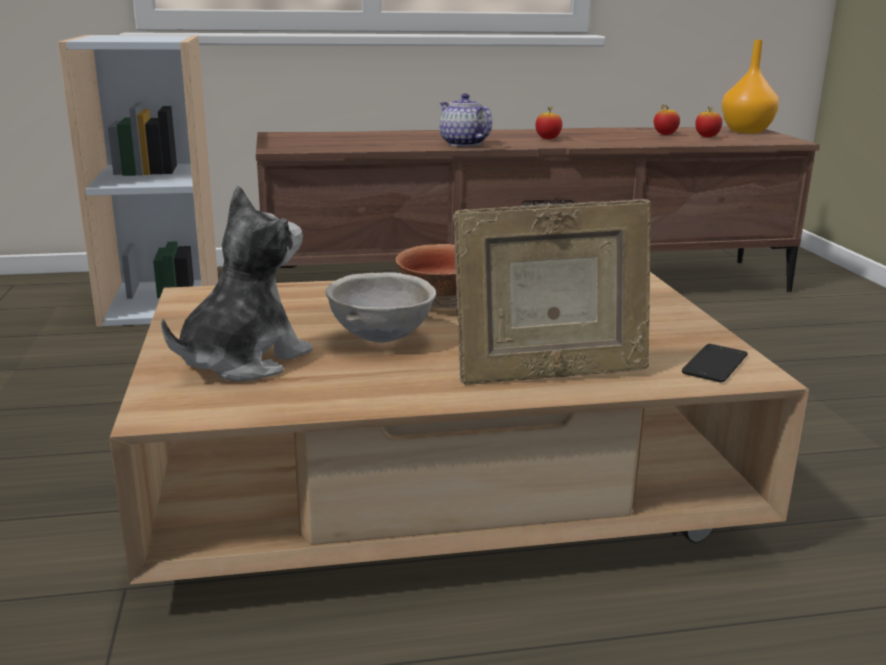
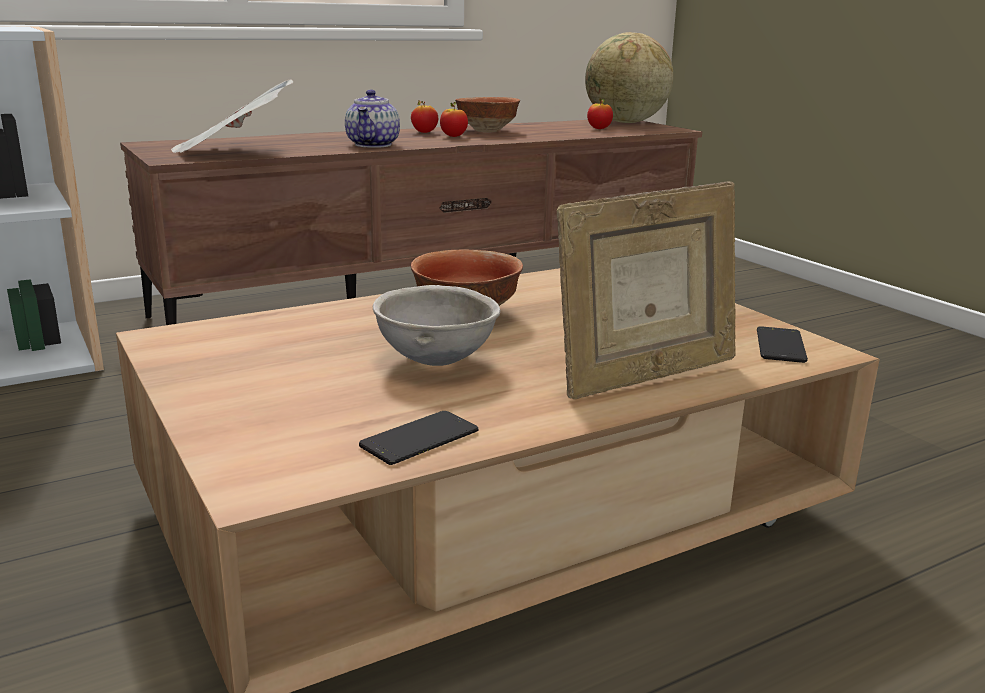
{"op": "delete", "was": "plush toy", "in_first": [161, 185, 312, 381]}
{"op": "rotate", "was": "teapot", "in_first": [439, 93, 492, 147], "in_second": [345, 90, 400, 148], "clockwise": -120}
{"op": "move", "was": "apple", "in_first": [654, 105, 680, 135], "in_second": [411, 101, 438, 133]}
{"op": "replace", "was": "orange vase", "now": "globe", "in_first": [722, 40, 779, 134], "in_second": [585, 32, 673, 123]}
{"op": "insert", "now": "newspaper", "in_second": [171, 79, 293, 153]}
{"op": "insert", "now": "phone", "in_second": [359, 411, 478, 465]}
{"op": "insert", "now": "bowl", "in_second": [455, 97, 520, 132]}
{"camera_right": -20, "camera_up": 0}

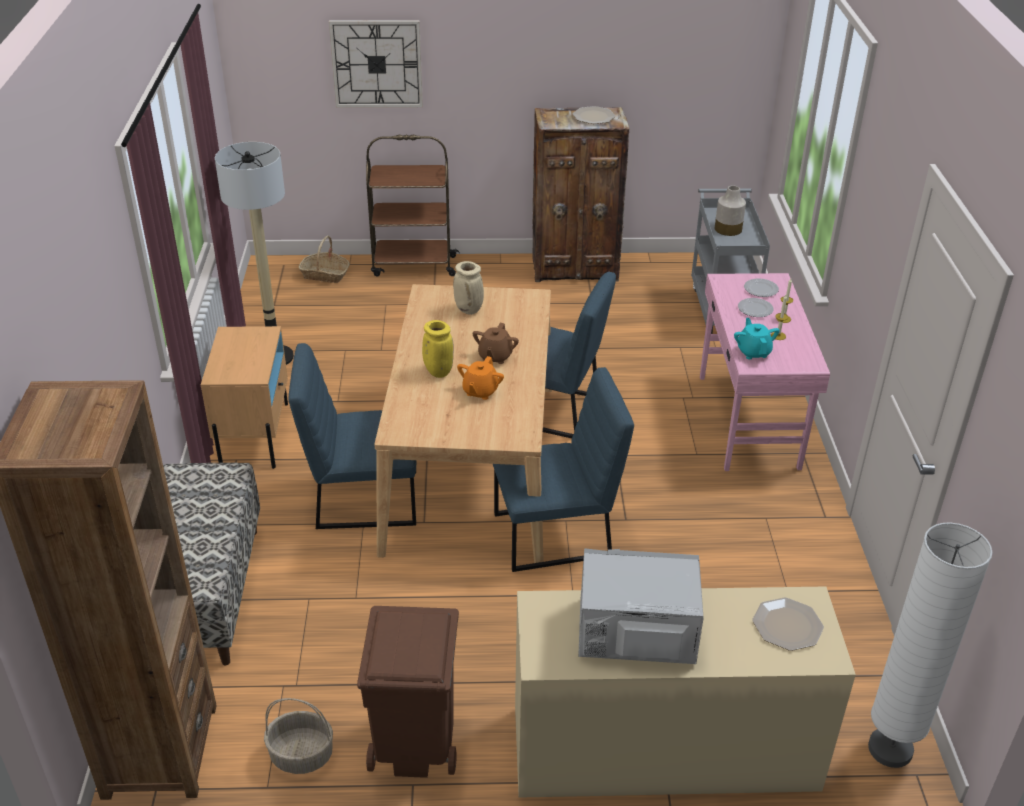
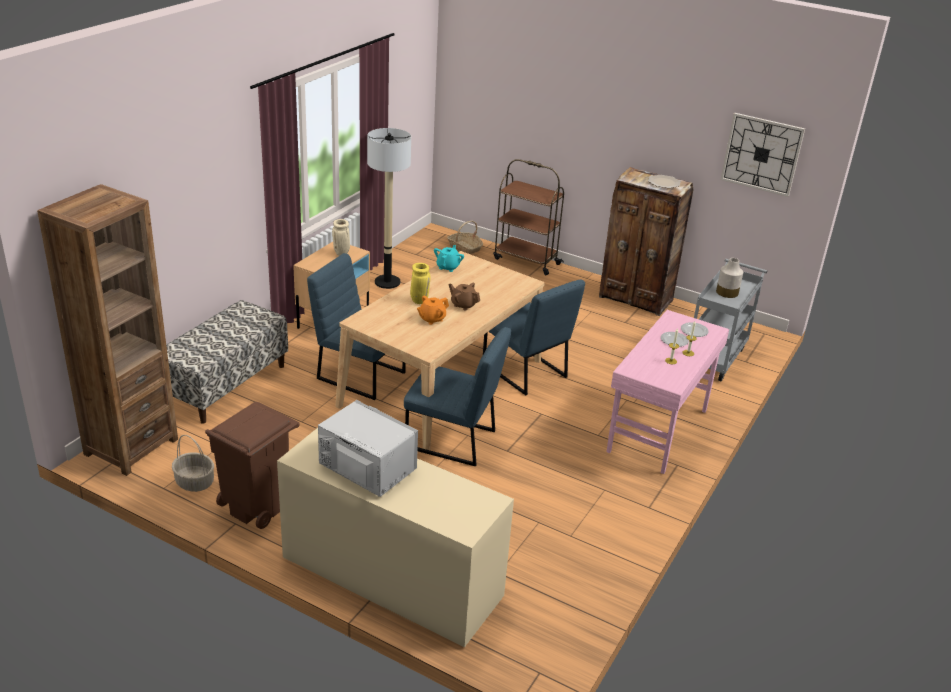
{"op": "move", "was": "wall clock", "in_first": [329, 20, 423, 108], "in_second": [720, 113, 805, 197]}
{"op": "move", "was": "beige vase", "in_first": [453, 261, 484, 315], "in_second": [332, 219, 350, 256]}
{"op": "rotate", "was": "brown teapot", "in_first": [472, 323, 519, 364], "in_second": [448, 283, 480, 310], "clockwise": 75}
{"op": "move", "was": "turquoise teapot", "in_first": [734, 318, 780, 359], "in_second": [434, 245, 464, 272]}
{"op": "delete", "was": "plate", "in_first": [752, 598, 824, 651]}
{"op": "delete", "was": "white floor lamp", "in_first": [868, 522, 993, 768]}
{"camera_right": 30, "camera_up": -5}

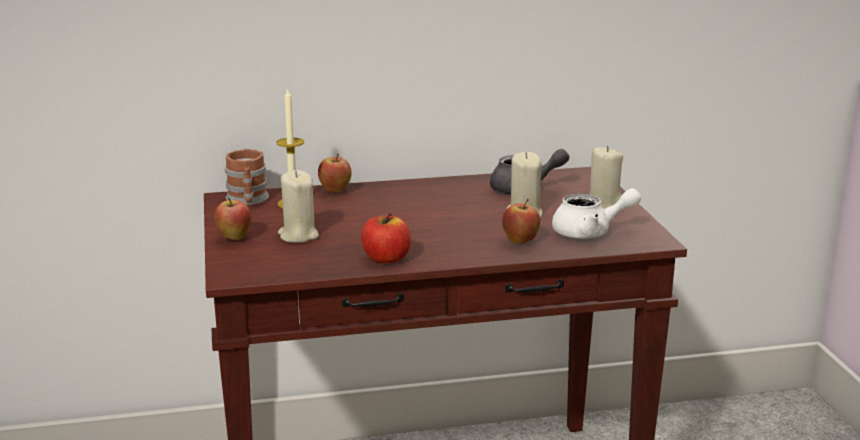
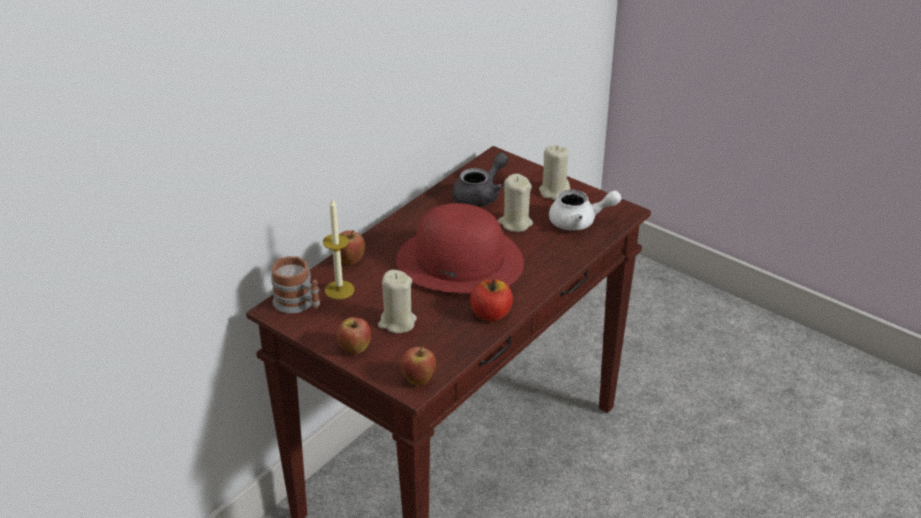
{"op": "move", "was": "apple", "in_first": [502, 199, 540, 244], "in_second": [401, 345, 436, 385]}
{"op": "rotate", "was": "white teapot", "in_first": [552, 188, 641, 239], "in_second": [549, 190, 621, 231], "clockwise": 45}
{"op": "insert", "now": "red hat", "in_second": [396, 203, 524, 294]}
{"camera_right": -40, "camera_up": 15}

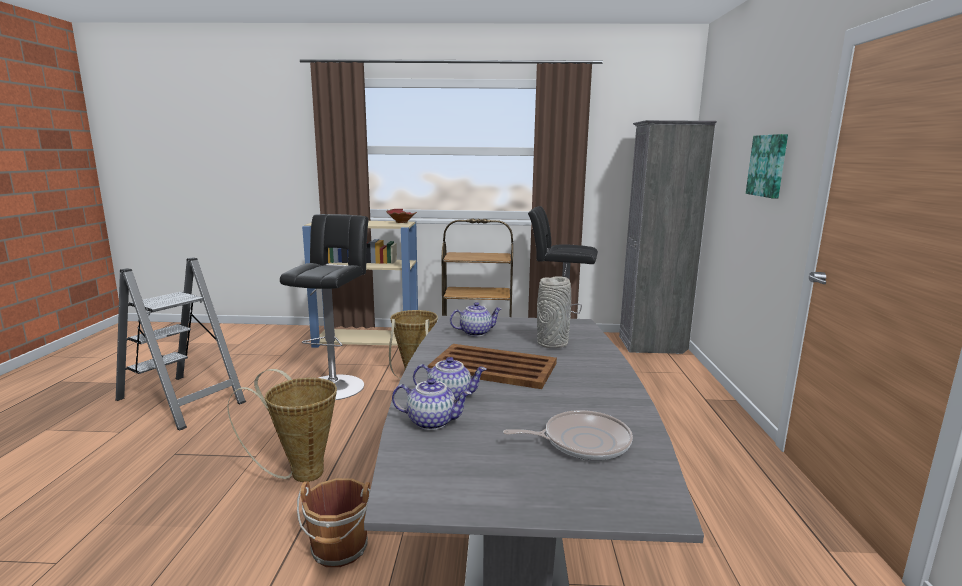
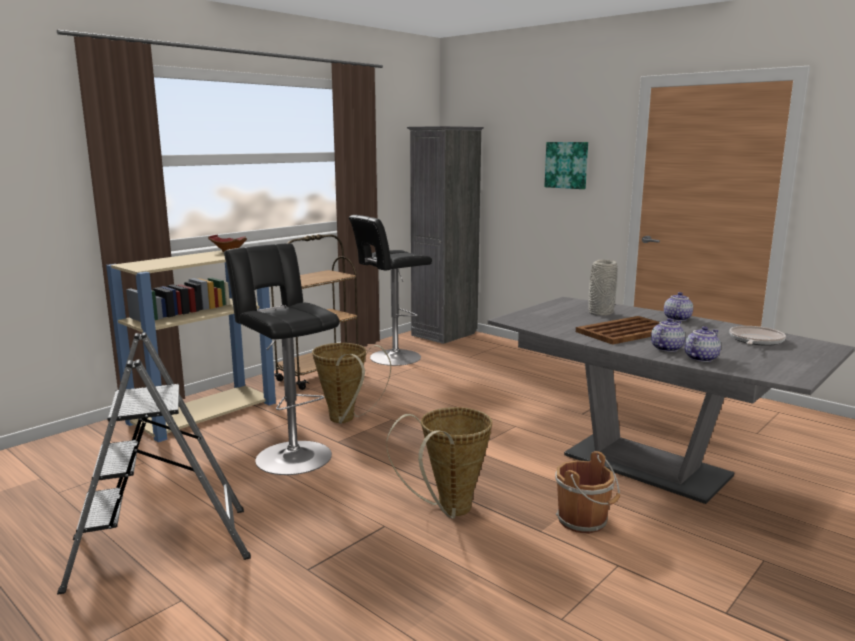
{"op": "move", "was": "teapot", "in_first": [450, 302, 502, 337], "in_second": [664, 292, 693, 321]}
{"camera_right": -50, "camera_up": 0}

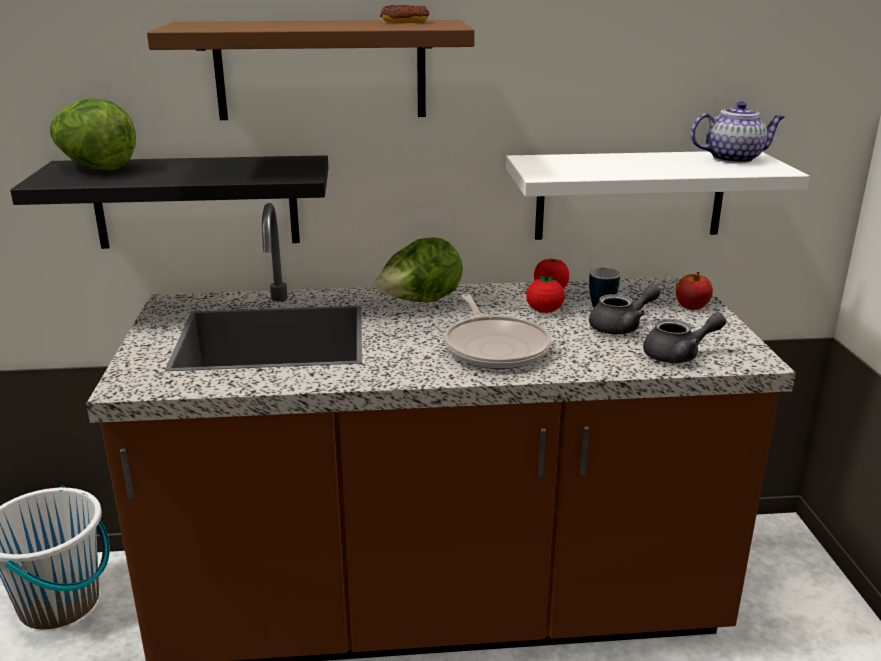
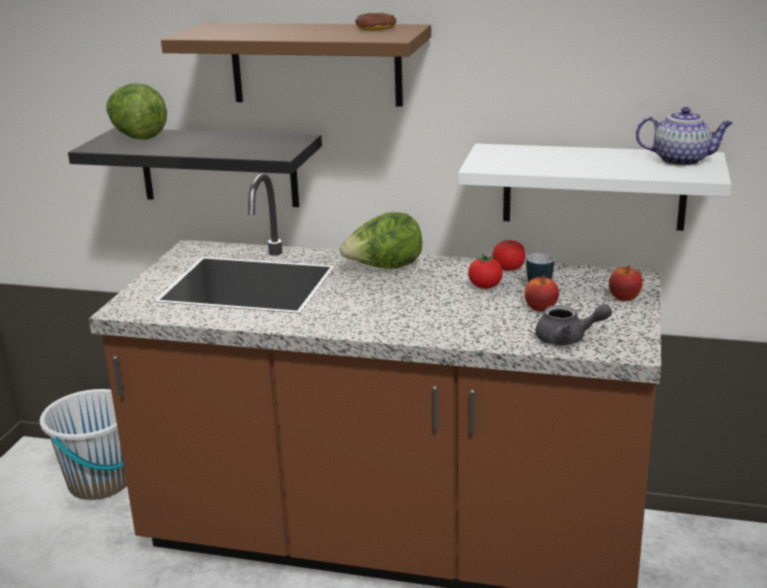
{"op": "delete", "was": "frying pan", "in_first": [444, 294, 551, 369]}
{"op": "replace", "was": "grey teapot", "now": "apple", "in_first": [589, 284, 661, 335], "in_second": [524, 275, 559, 312]}
{"camera_right": 20, "camera_up": 0}

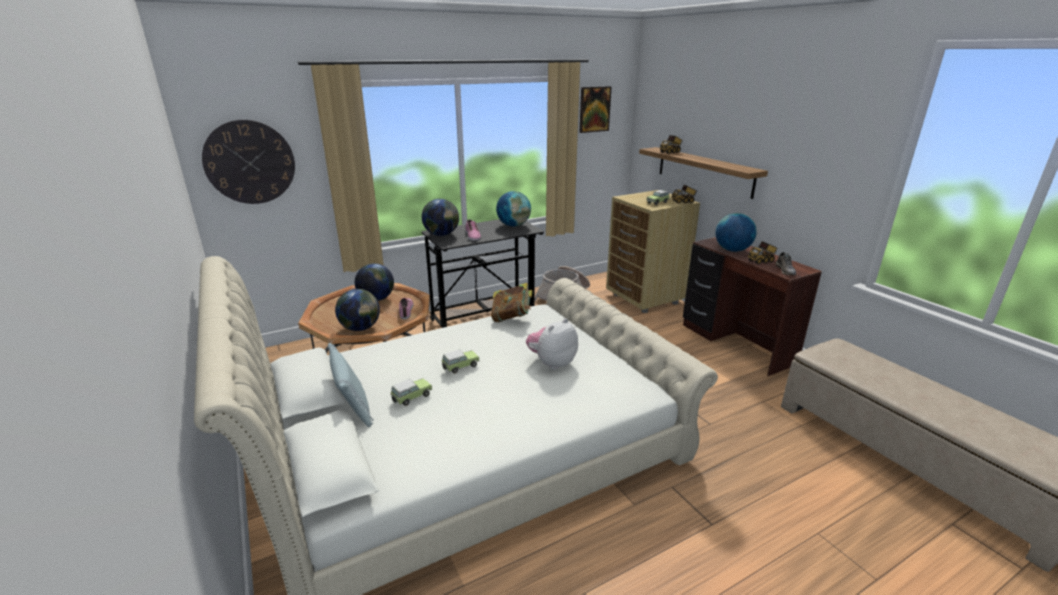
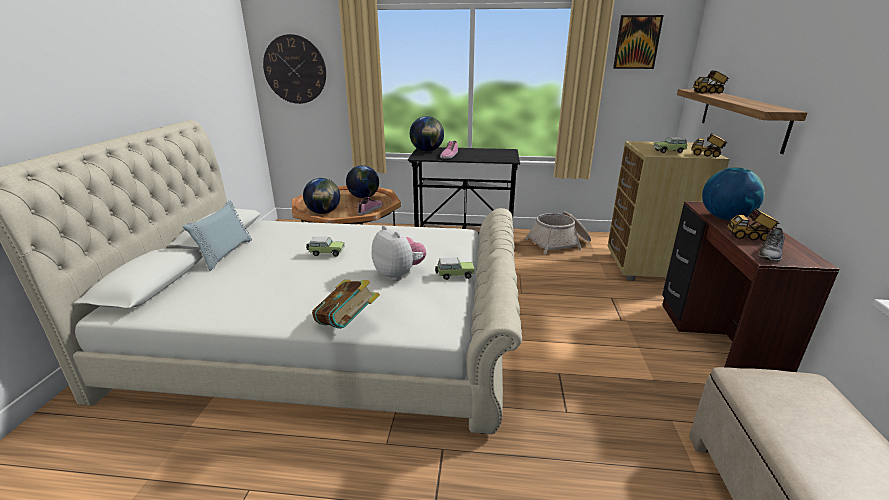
{"op": "move", "was": "toy car", "in_first": [391, 378, 432, 406], "in_second": [435, 257, 475, 280]}
{"op": "move", "was": "book", "in_first": [491, 283, 532, 322], "in_second": [312, 279, 380, 329]}
{"op": "delete", "was": "globe", "in_first": [496, 191, 531, 226]}
{"op": "rotate", "was": "plush toy", "in_first": [526, 318, 578, 370], "in_second": [371, 225, 426, 281], "clockwise": 60}
{"camera_right": 35, "camera_up": 0}

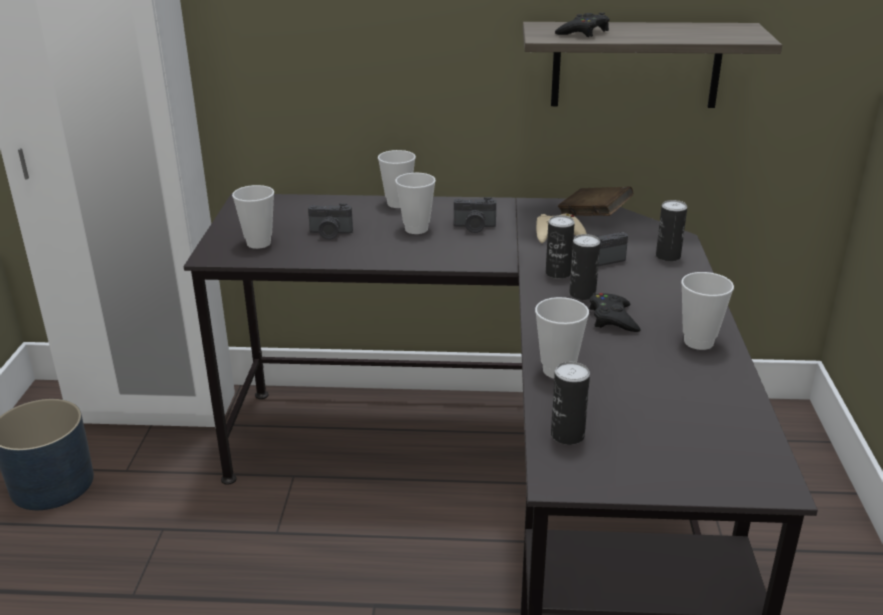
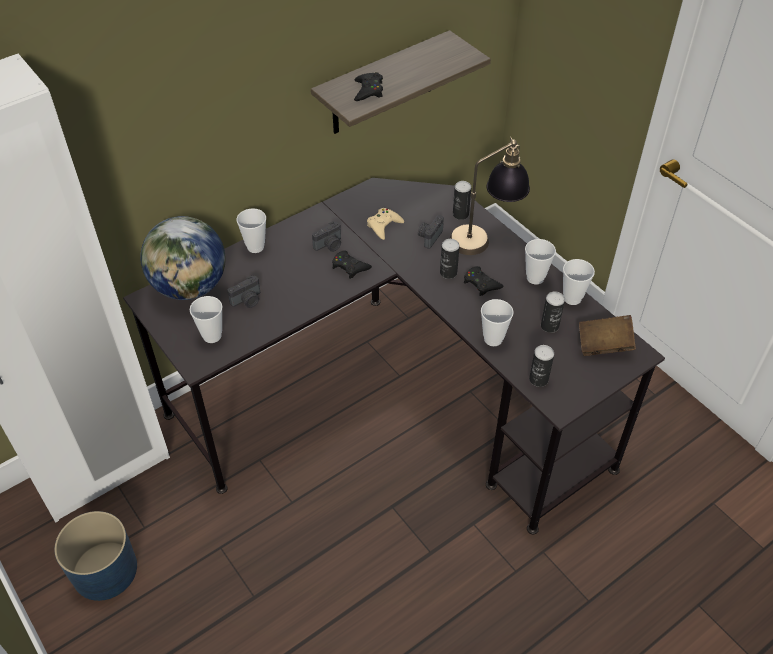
{"op": "move", "was": "cup", "in_first": [395, 173, 436, 234], "in_second": [563, 259, 595, 305]}
{"op": "move", "was": "can", "in_first": [546, 215, 575, 279], "in_second": [541, 292, 565, 333]}
{"op": "move", "was": "brown book", "in_first": [558, 187, 633, 216], "in_second": [579, 315, 636, 356]}
{"op": "insert", "now": "globe", "in_second": [140, 216, 226, 300]}
{"op": "insert", "now": "black game controller", "in_second": [332, 250, 372, 279]}
{"op": "insert", "now": "table lamp", "in_second": [450, 137, 530, 255]}
{"camera_right": -40, "camera_up": 20}

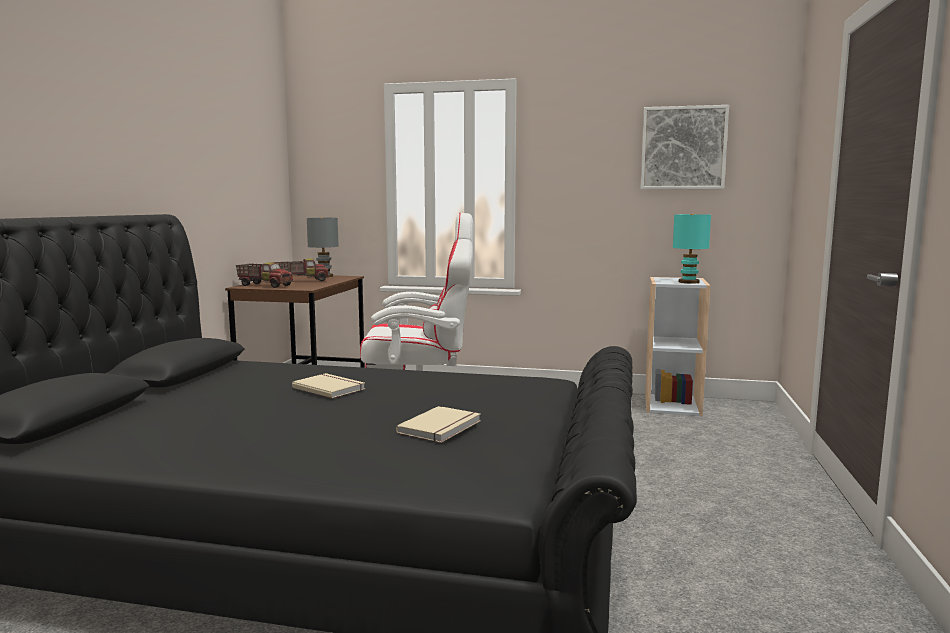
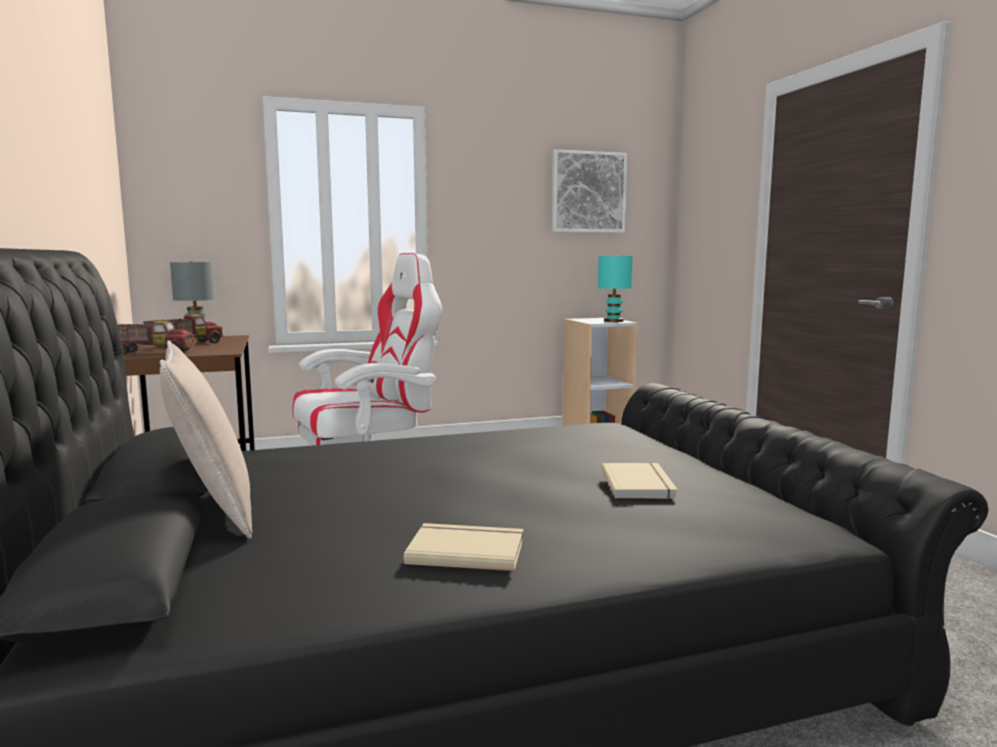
{"op": "move", "was": "beige book", "in_first": [292, 373, 365, 398], "in_second": [404, 523, 523, 571]}
{"op": "insert", "now": "beige pillow", "in_second": [160, 340, 252, 539]}
{"camera_right": -30, "camera_up": 0}

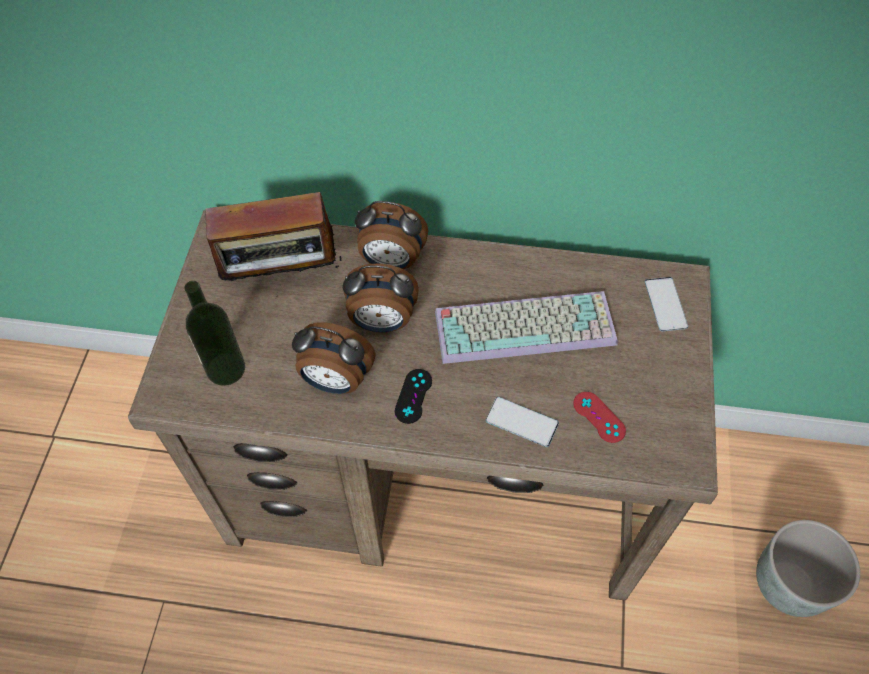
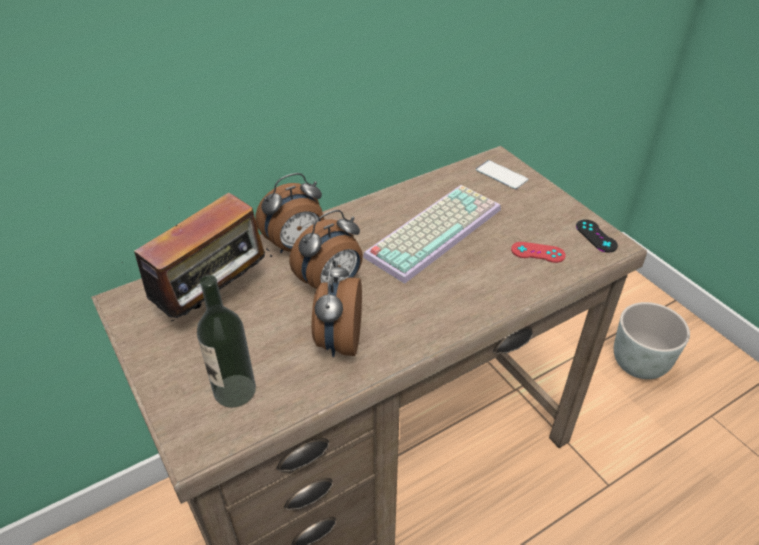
{"op": "rotate", "was": "alarm clock", "in_first": [292, 322, 375, 394], "in_second": [312, 259, 362, 357], "clockwise": 120}
{"op": "move", "was": "black game controller", "in_first": [394, 369, 432, 424], "in_second": [576, 220, 618, 252]}
{"op": "delete", "was": "phone", "in_first": [486, 397, 559, 447]}
{"camera_right": -40, "camera_up": -15}

